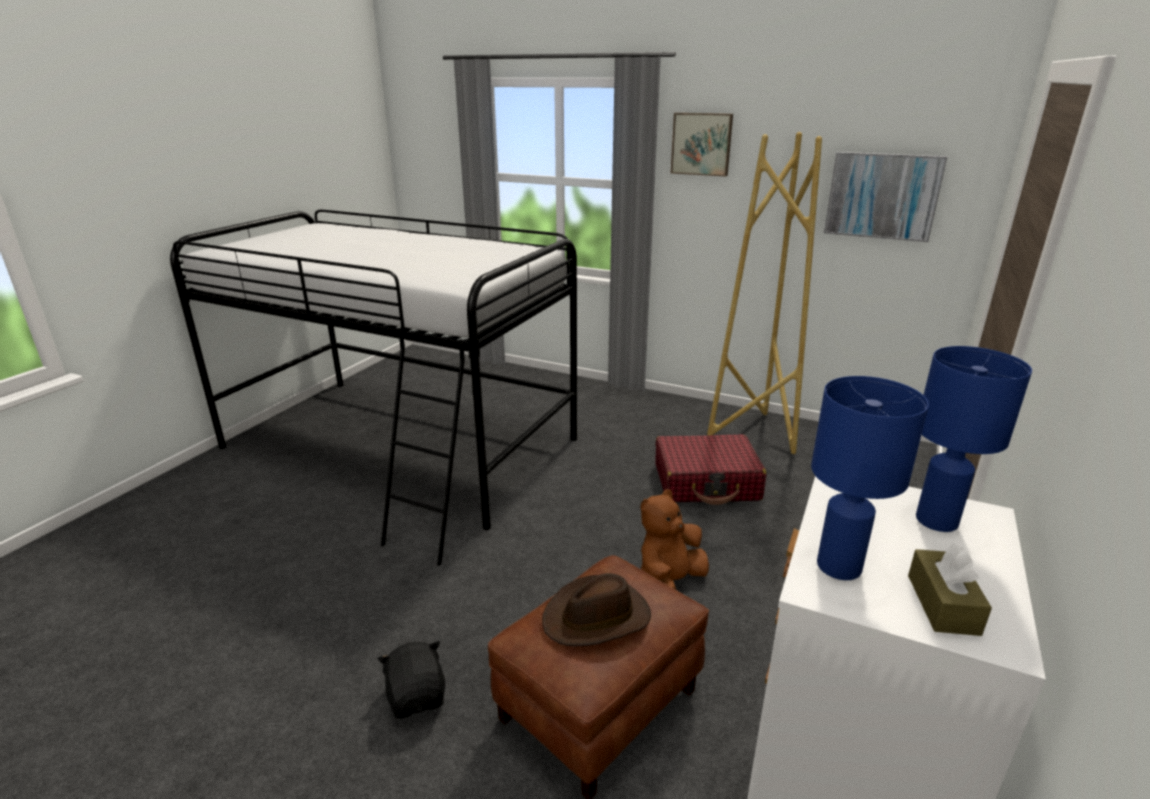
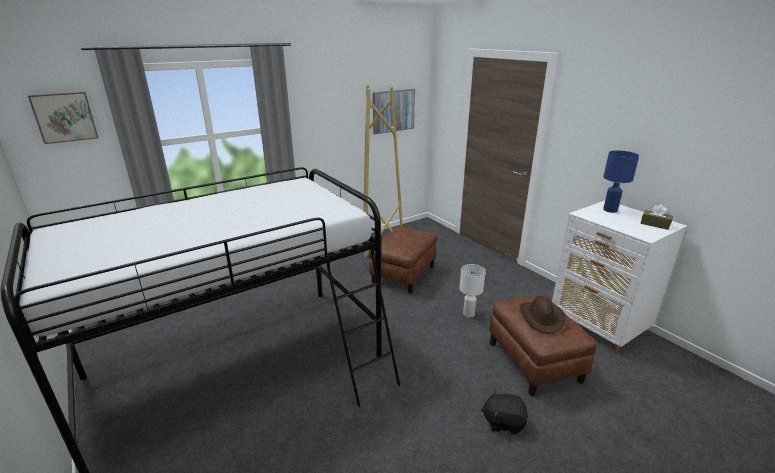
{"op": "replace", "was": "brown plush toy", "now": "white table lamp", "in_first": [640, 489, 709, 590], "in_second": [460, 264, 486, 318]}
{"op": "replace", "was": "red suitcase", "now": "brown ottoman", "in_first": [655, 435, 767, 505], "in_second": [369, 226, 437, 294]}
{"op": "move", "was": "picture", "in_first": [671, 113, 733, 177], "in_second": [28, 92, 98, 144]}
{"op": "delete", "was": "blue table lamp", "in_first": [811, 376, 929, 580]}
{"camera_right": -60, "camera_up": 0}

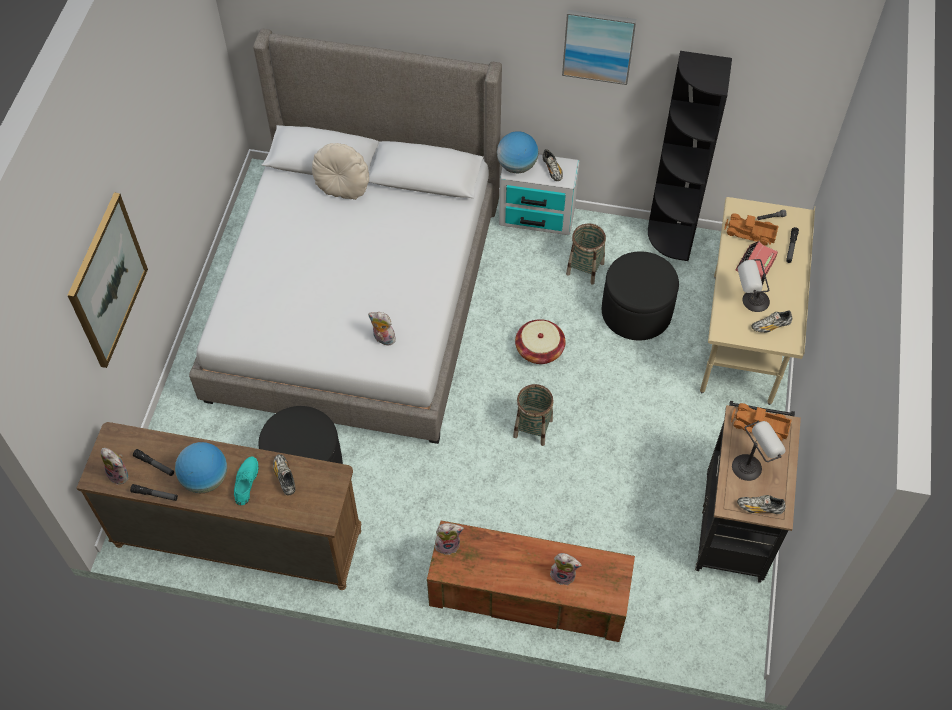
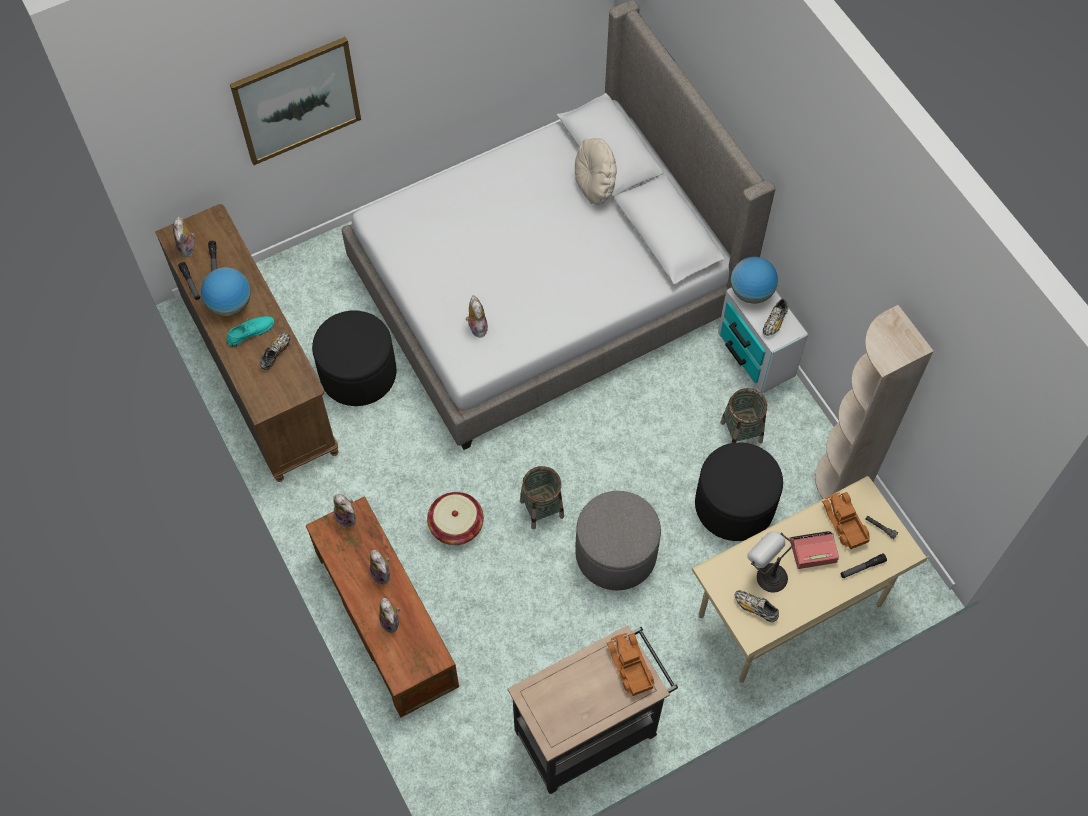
{"op": "move", "was": "basket", "in_first": [515, 319, 566, 364], "in_second": [427, 492, 484, 545]}
{"op": "delete", "was": "picture", "in_first": [562, 10, 636, 85]}
{"op": "recolor", "was": "black bookcase", "now": "beige bookcase", "in_first": [648, 51, 732, 261], "in_second": [815, 305, 933, 499]}
{"op": "delete", "was": "table lamp", "in_first": [732, 421, 785, 481]}
{"op": "delete", "was": "shoe", "in_first": [737, 495, 786, 514]}
{"op": "insert", "now": "plush toy", "in_second": [369, 550, 390, 585]}
{"op": "insert", "now": "grey ottoman", "in_second": [575, 491, 661, 590]}
{"camera_right": 50, "camera_up": 5}

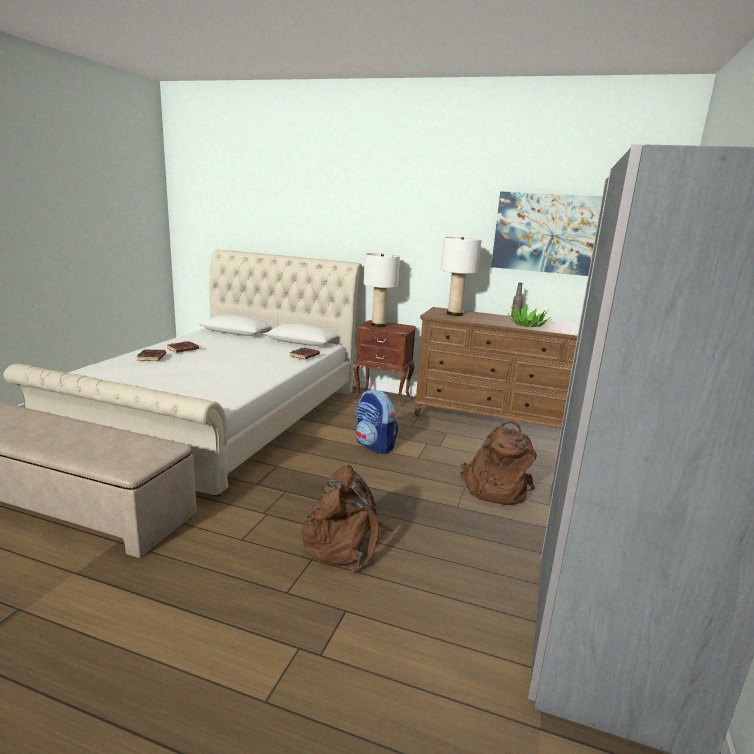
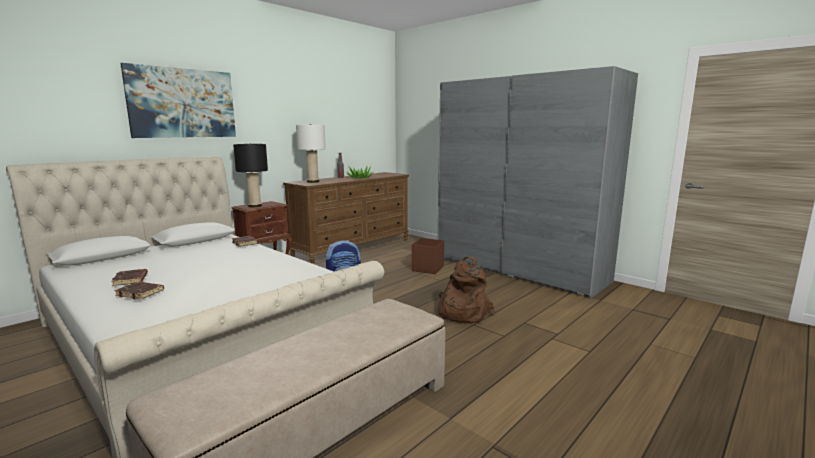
{"op": "recolor", "was": "white table lamp", "now": "black table lamp", "in_first": [363, 253, 400, 327], "in_second": [233, 143, 268, 207]}
{"op": "replace", "was": "brown backpack", "now": "brown storage box", "in_first": [460, 421, 537, 505], "in_second": [412, 238, 444, 274]}
{"op": "move", "was": "picture", "in_first": [491, 191, 602, 276], "in_second": [120, 63, 236, 138]}
{"camera_right": -65, "camera_up": -5}

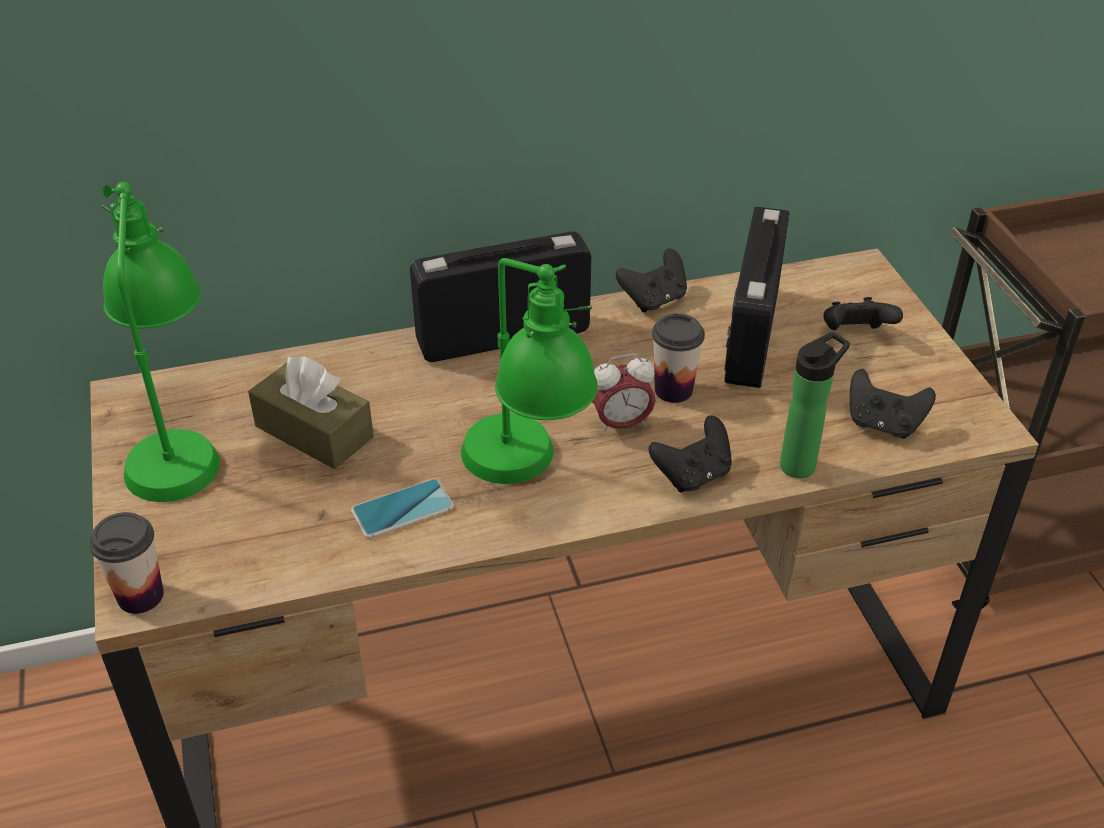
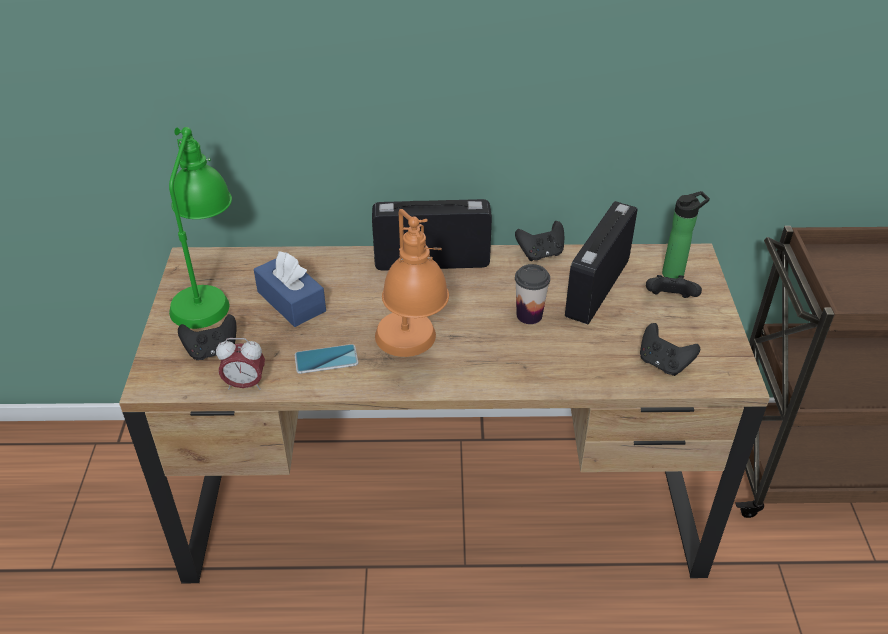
{"op": "delete", "was": "cup", "in_first": [89, 512, 164, 614]}
{"op": "recolor", "was": "brown tissue box", "now": "blue tissue box", "in_first": [248, 356, 374, 469], "in_second": [254, 251, 326, 327]}
{"op": "recolor", "was": "green table lamp", "now": "orange table lamp", "in_first": [461, 258, 598, 484], "in_second": [375, 209, 449, 357]}
{"op": "move", "was": "alarm clock", "in_first": [592, 354, 656, 435], "in_second": [216, 338, 265, 390]}
{"op": "move", "was": "black game controller", "in_first": [649, 415, 732, 493], "in_second": [178, 314, 236, 360]}
{"op": "move", "was": "bottle", "in_first": [780, 332, 850, 478], "in_second": [662, 191, 710, 279]}
{"camera_right": 15, "camera_up": 0}

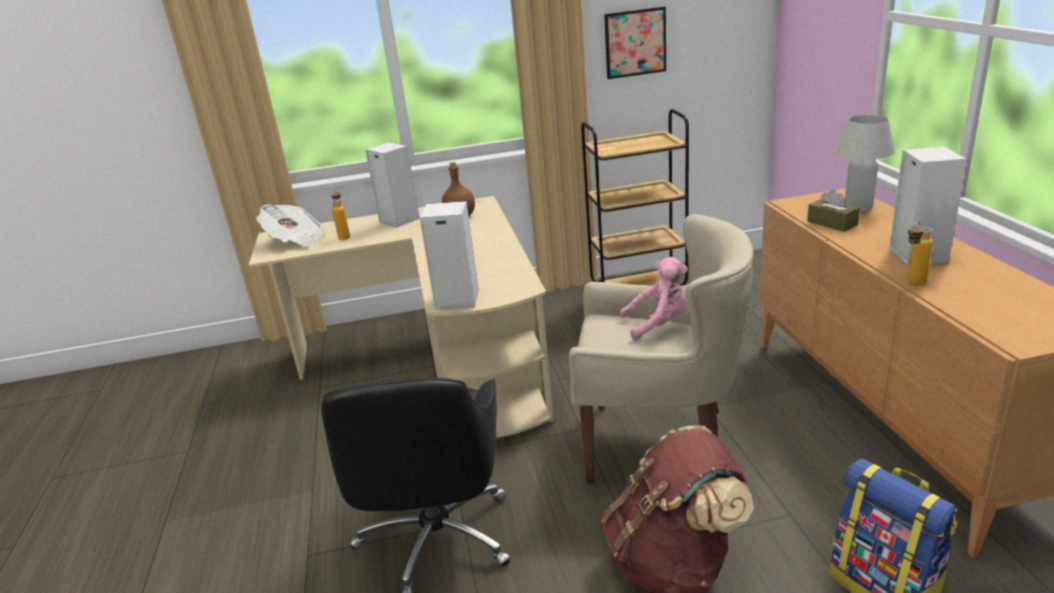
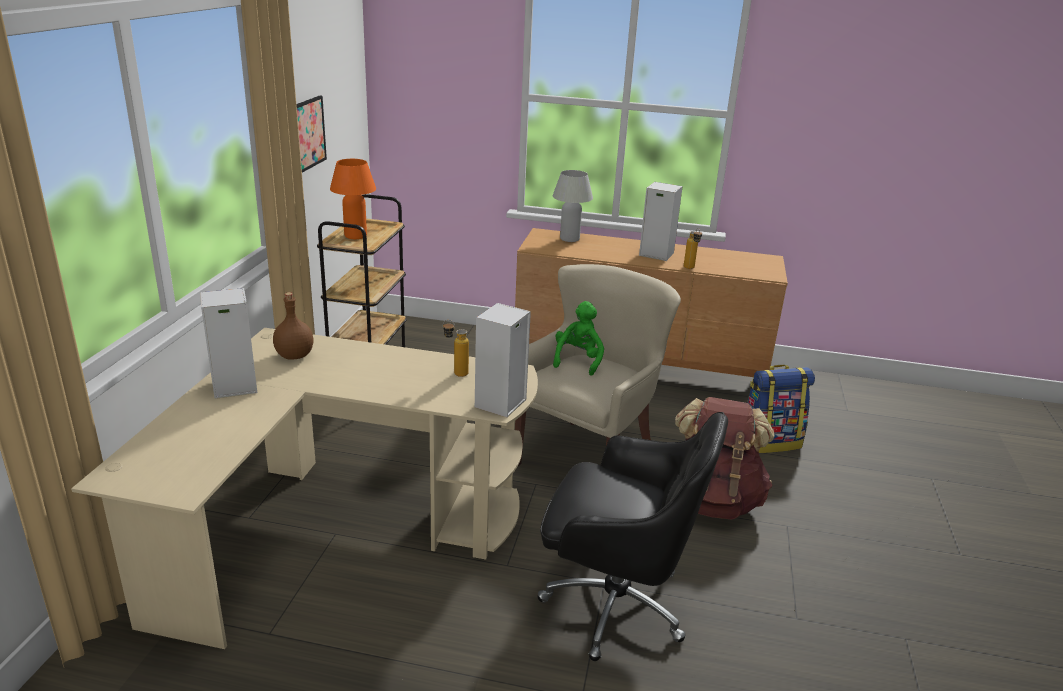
{"op": "delete", "was": "newspaper", "in_first": [256, 204, 325, 247]}
{"op": "move", "was": "bottle", "in_first": [331, 189, 350, 240], "in_second": [443, 320, 469, 377]}
{"op": "recolor", "was": "pink plush toy", "now": "green plush toy", "in_first": [620, 257, 688, 340], "in_second": [553, 301, 604, 376]}
{"op": "delete", "was": "brown tissue box", "in_first": [807, 189, 860, 232]}
{"op": "insert", "now": "orange table lamp", "in_second": [330, 159, 376, 239]}
{"camera_right": -70, "camera_up": 0}

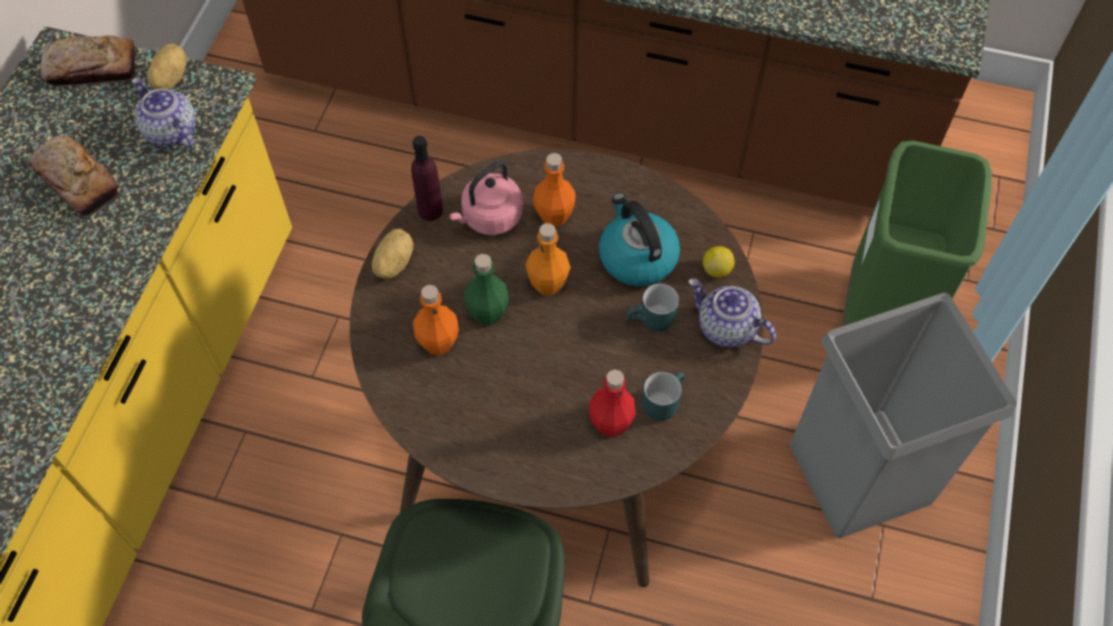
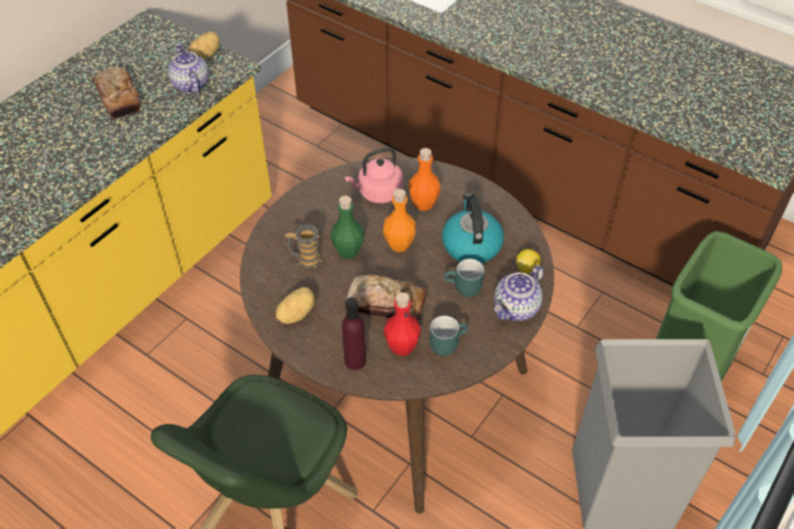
{"op": "move", "was": "bread", "in_first": [41, 35, 136, 86], "in_second": [346, 275, 427, 321]}
{"op": "move", "was": "potato", "in_first": [372, 229, 414, 279], "in_second": [275, 287, 315, 324]}
{"op": "move", "was": "purple bottle", "in_first": [411, 136, 443, 221], "in_second": [342, 297, 366, 370]}
{"op": "replace", "was": "orange bottle", "now": "mug", "in_first": [413, 285, 459, 355], "in_second": [285, 225, 322, 269]}
{"op": "rotate", "was": "teapot", "in_first": [688, 278, 776, 347], "in_second": [494, 265, 544, 321], "clockwise": -105}
{"camera_right": 20, "camera_up": -10}

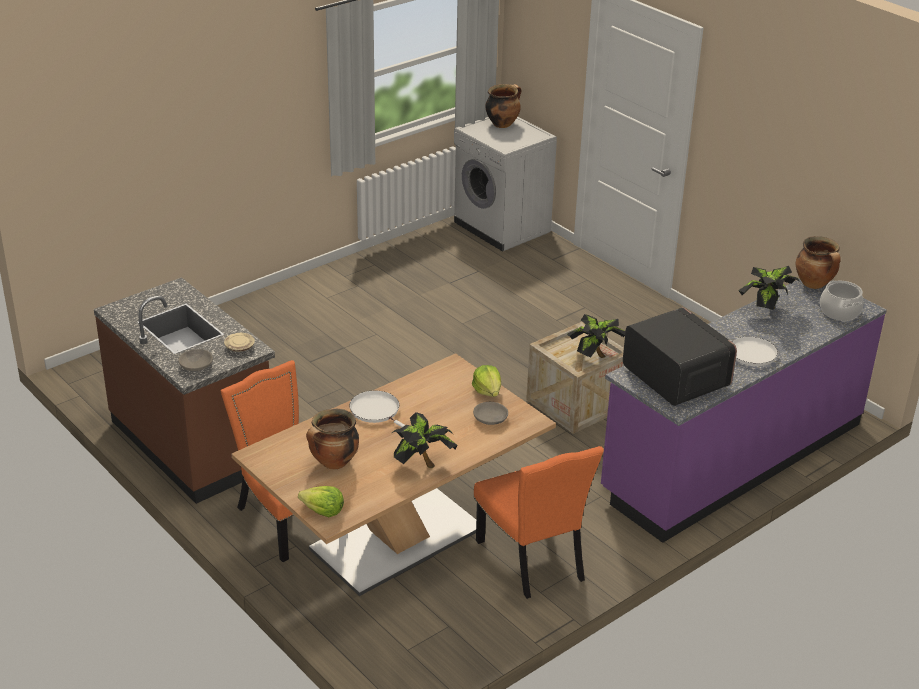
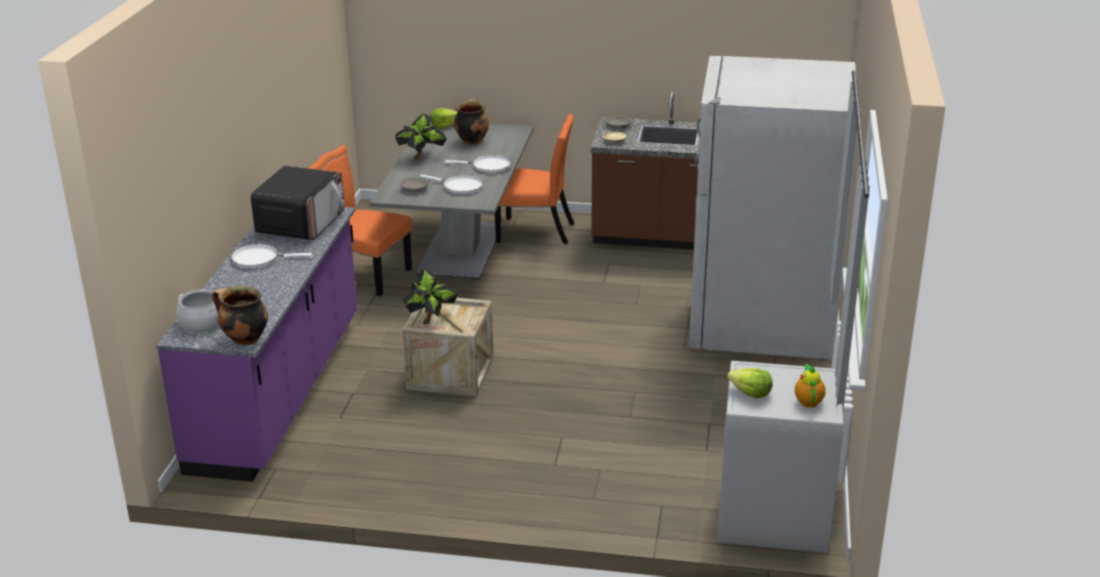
{"op": "recolor", "was": "brown dining table", "now": "grey dining table", "in_first": [232, 353, 556, 596], "in_second": [369, 121, 534, 280]}
{"op": "move", "was": "lettuce", "in_first": [472, 365, 501, 397], "in_second": [727, 368, 773, 398]}
{"op": "replace", "was": "cooking pot", "now": "teapot", "in_first": [486, 84, 521, 128], "in_second": [795, 364, 825, 408]}
{"op": "rotate", "was": "microwave", "in_first": [623, 307, 737, 406], "in_second": [251, 166, 345, 240], "clockwise": -90}
{"op": "delete", "was": "potted plant", "in_first": [738, 266, 799, 310]}
{"op": "insert", "now": "white frying pan", "in_second": [420, 175, 483, 194]}
{"op": "insert", "now": "white fridge", "in_second": [689, 56, 861, 361]}
{"camera_right": 140, "camera_up": -5}

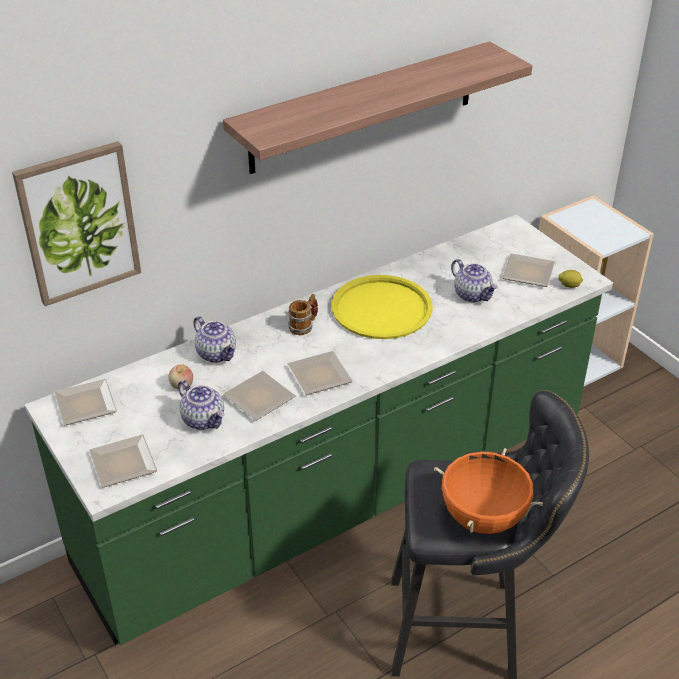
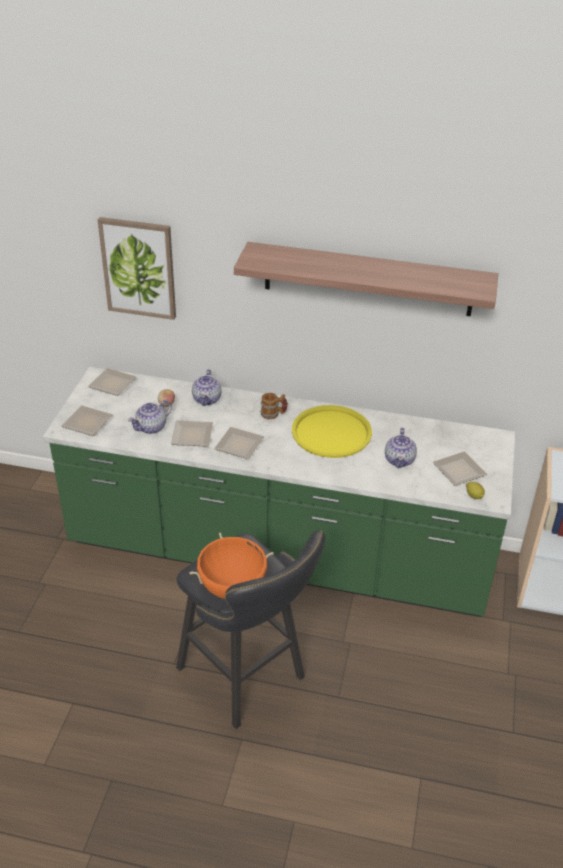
{"op": "rotate", "was": "teapot", "in_first": [178, 380, 224, 430], "in_second": [128, 400, 172, 434], "clockwise": 45}
{"camera_right": 45, "camera_up": 0}

